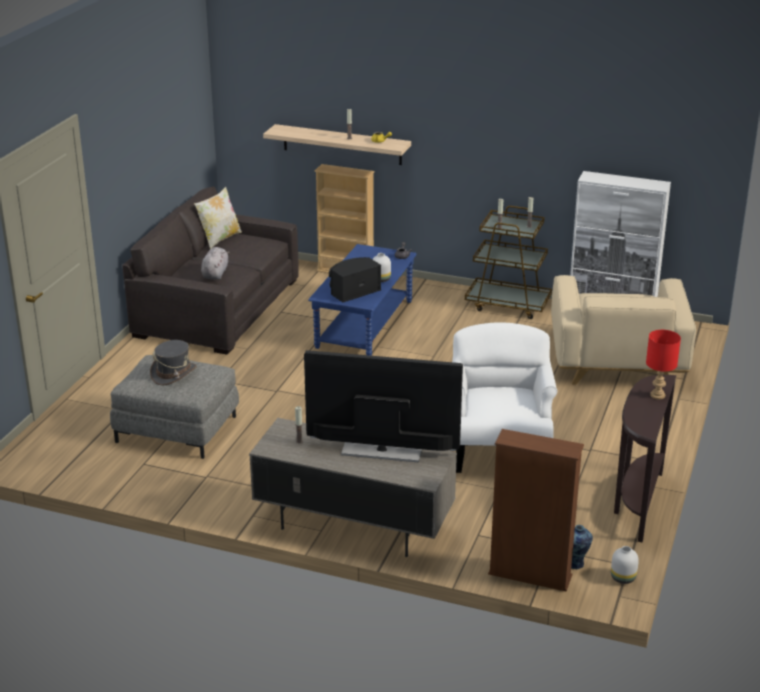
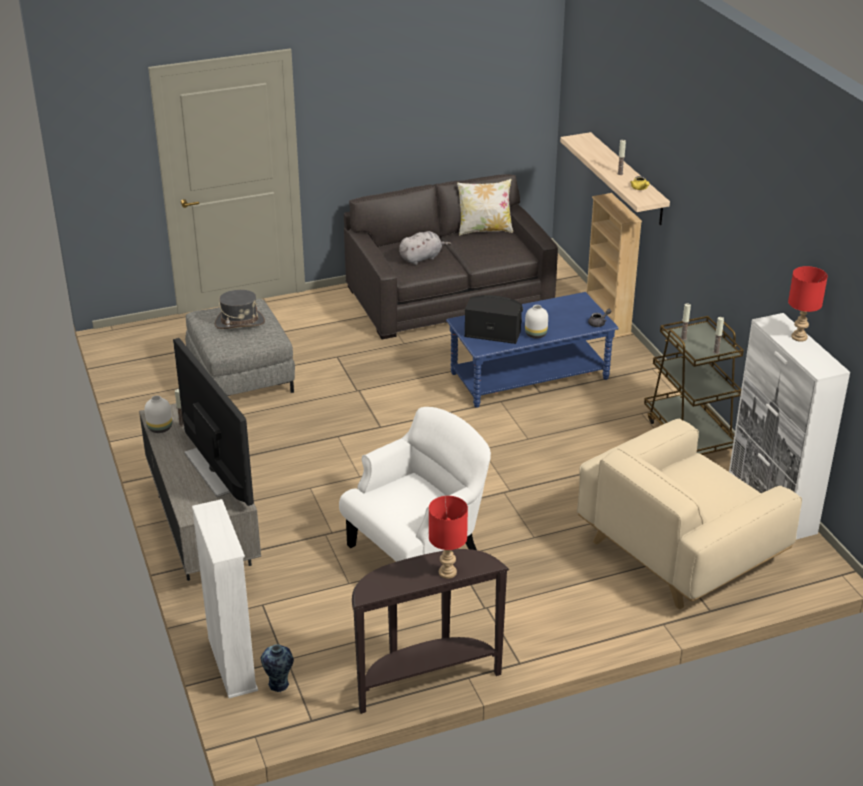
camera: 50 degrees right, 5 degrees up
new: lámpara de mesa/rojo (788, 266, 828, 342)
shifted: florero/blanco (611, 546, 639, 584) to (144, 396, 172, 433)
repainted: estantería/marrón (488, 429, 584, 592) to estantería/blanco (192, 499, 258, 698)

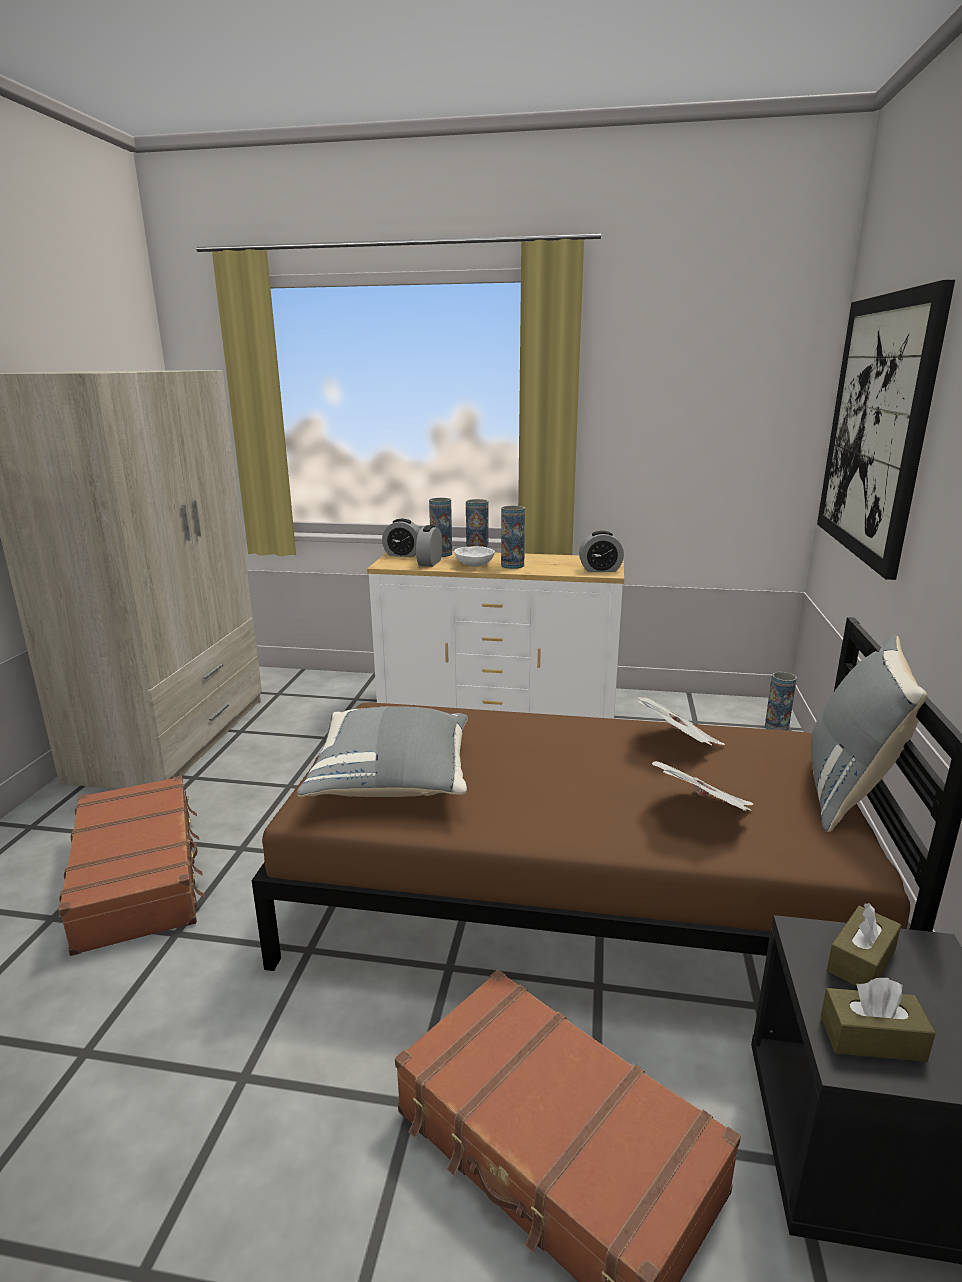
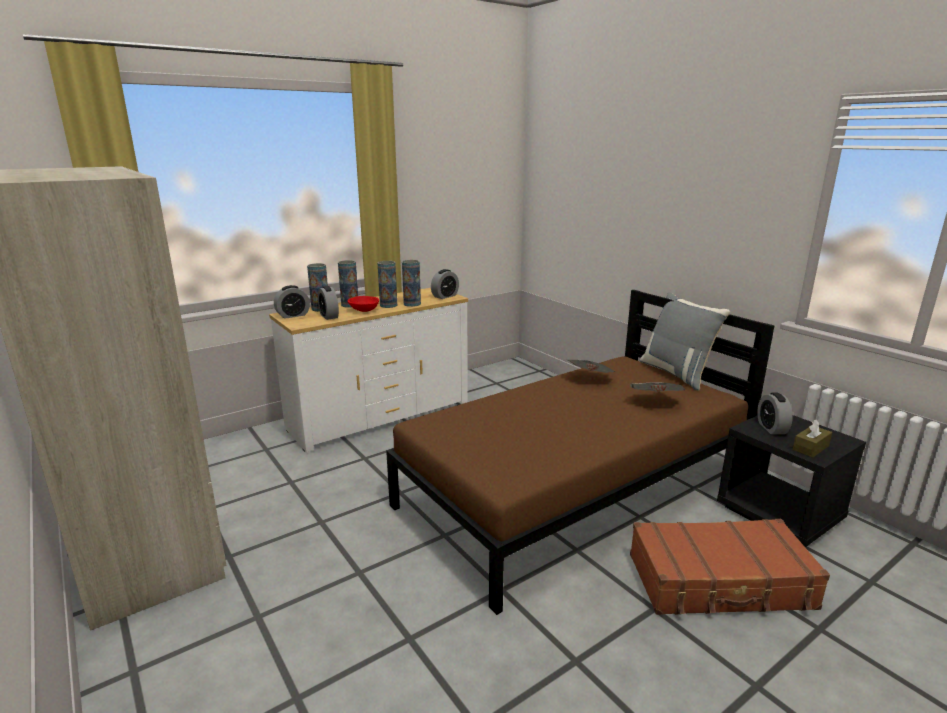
camera: 45 degrees left, 0 degrees up
gone: maleta/marrón (58, 776, 205, 956); cojín/gris (297, 706, 468, 798); cuadro (817, 280, 955, 580)
shifted: florero (765, 672, 797, 731) to (402, 260, 421, 307)
swapped: caja de pañuelos/marrón (827, 903, 901, 986) to despertador (758, 392, 793, 434)
repainted: cuenco/blanco (454, 546, 495, 567) to cuenco/rojo (347, 296, 379, 312)

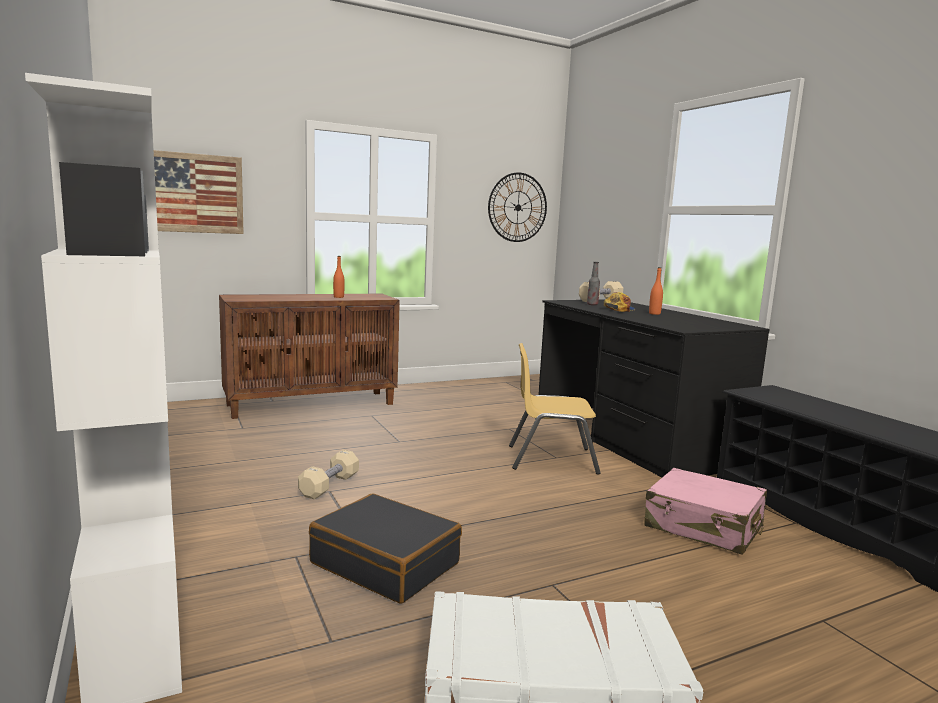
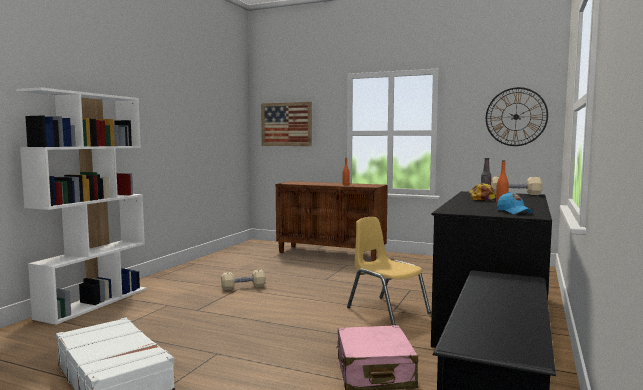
camera: 50 degrees right, 5 degrees down
gone: maleta/negro (309, 493, 462, 604)
new: gorra/azul (497, 192, 533, 214)

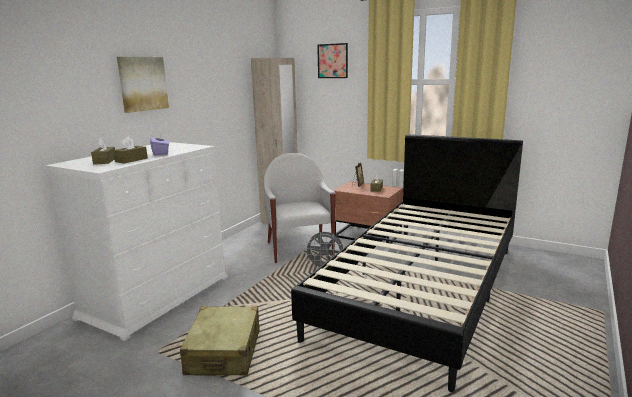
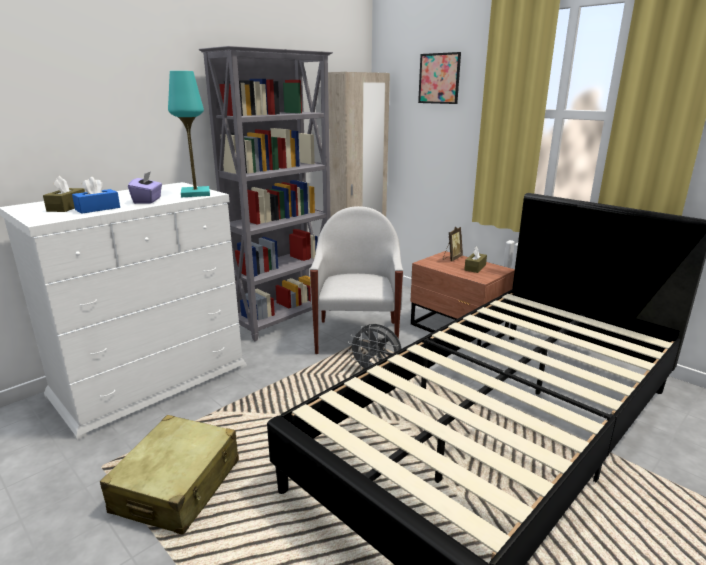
camera: 15 degrees right, 5 degrees up
gone: cuadro (117, 57, 169, 113)
new: lámpara de mesa/turquesa (168, 71, 210, 197); estantería/gris (199, 46, 333, 341)
repainted: caja de pañuelos/marrón (113, 136, 148, 164) to caja de pañuelos/azul (72, 177, 120, 214)

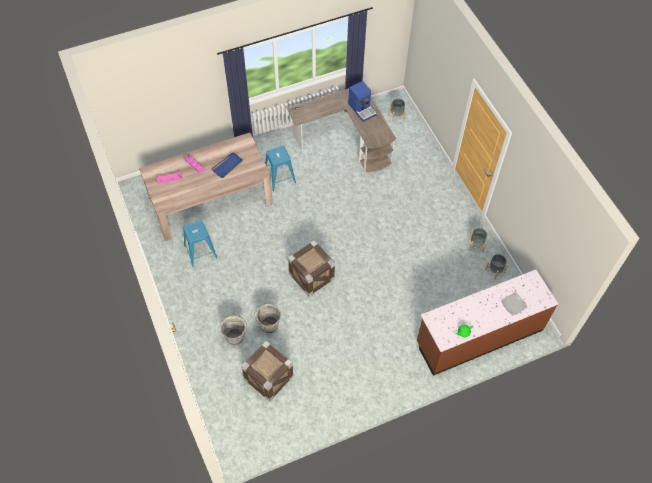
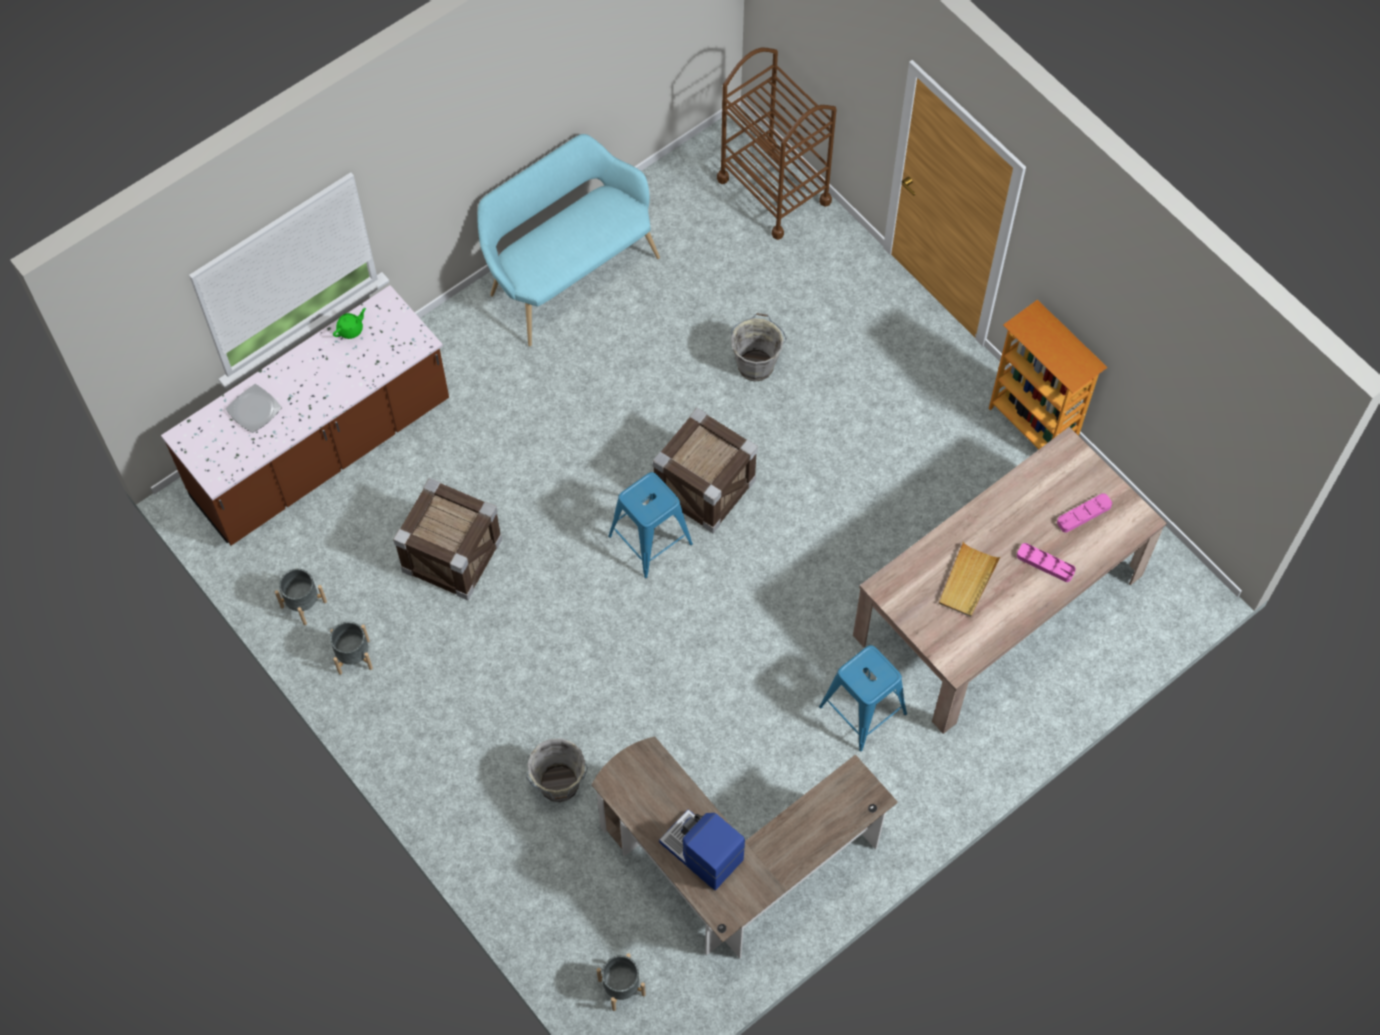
camera: 165 degrees right, 5 degrees up
new: banco/turquesa (477, 134, 660, 346); carrito/marrón (717, 47, 837, 240); estantería (989, 300, 1108, 450)
shifted: taburete/azul (183, 220, 217, 267) to (608, 472, 693, 578); cubo/gris (220, 313, 247, 345) to (526, 738, 588, 802); caja de embalaje (241, 341, 294, 402) to (393, 478, 502, 600)
repainted: bandeja/azul (212, 153, 243, 178) to bandeja/beis (938, 542, 1000, 617)

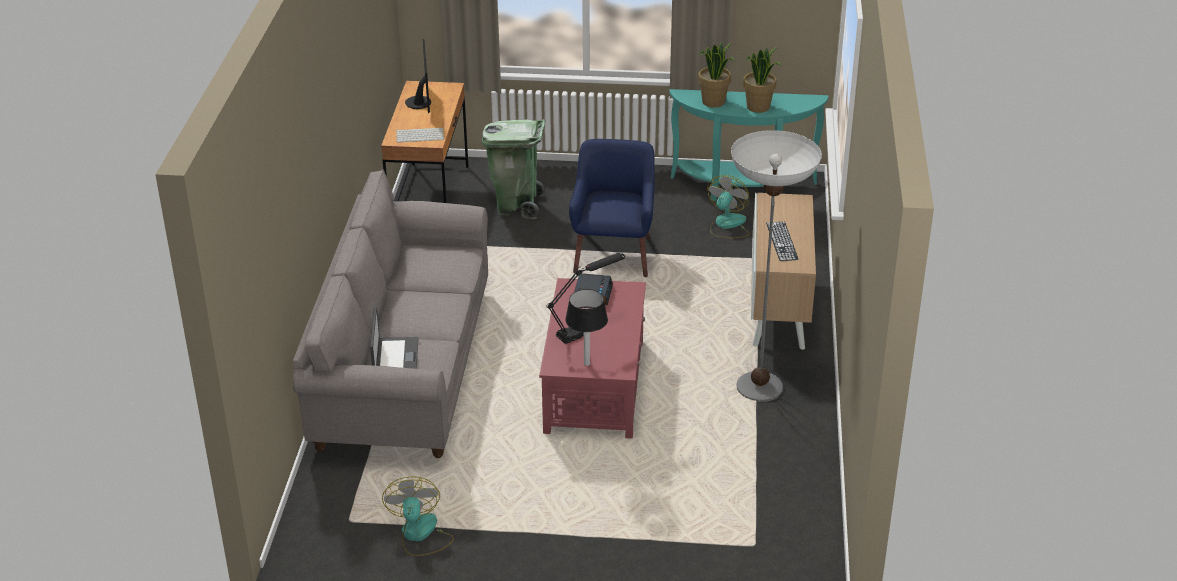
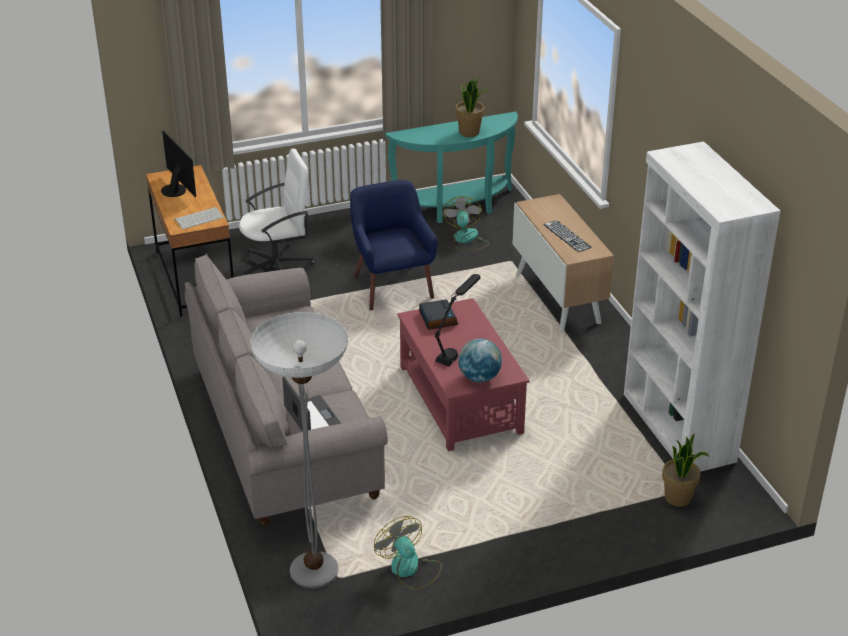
camera: 25 degrees left, 0 degrees up
new: estantería/blanco (624, 141, 780, 472)
shifted: planta en maceta (698, 42, 734, 108) to (662, 433, 709, 507); lámpara de pie (731, 130, 822, 402) to (250, 312, 348, 588)
swapped: papelera/verde (482, 119, 546, 219) to silla de oficina/blanco (239, 149, 315, 275); lámpara de mesa (565, 289, 608, 366) to globo terráqueo (458, 339, 502, 382)

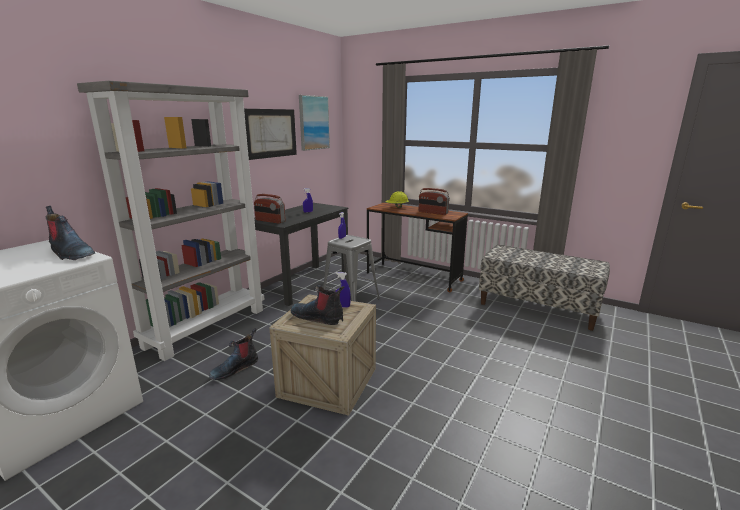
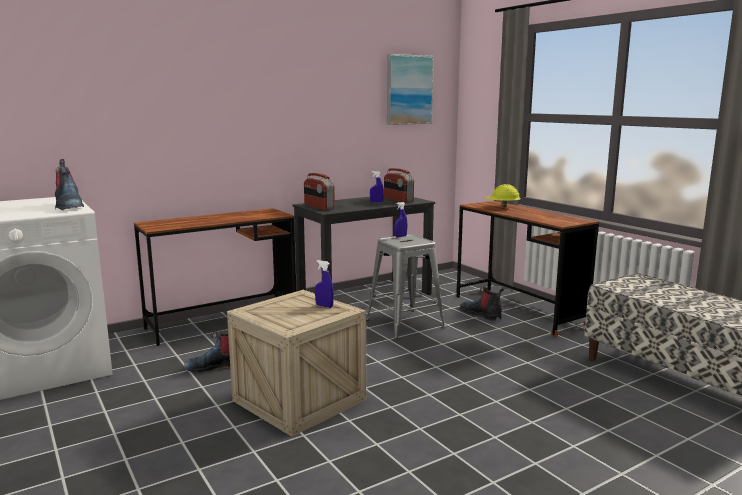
camera: 25 degrees right, 5 degrees down
gone: cuadro (244, 109, 297, 160)
shifted: bota (291, 285, 344, 325) to (460, 287, 504, 321); radio (418, 188, 450, 215) to (384, 168, 414, 203)
swapped: estantería/gris (77, 81, 265, 361) to escritorio/marrón (134, 208, 296, 346)

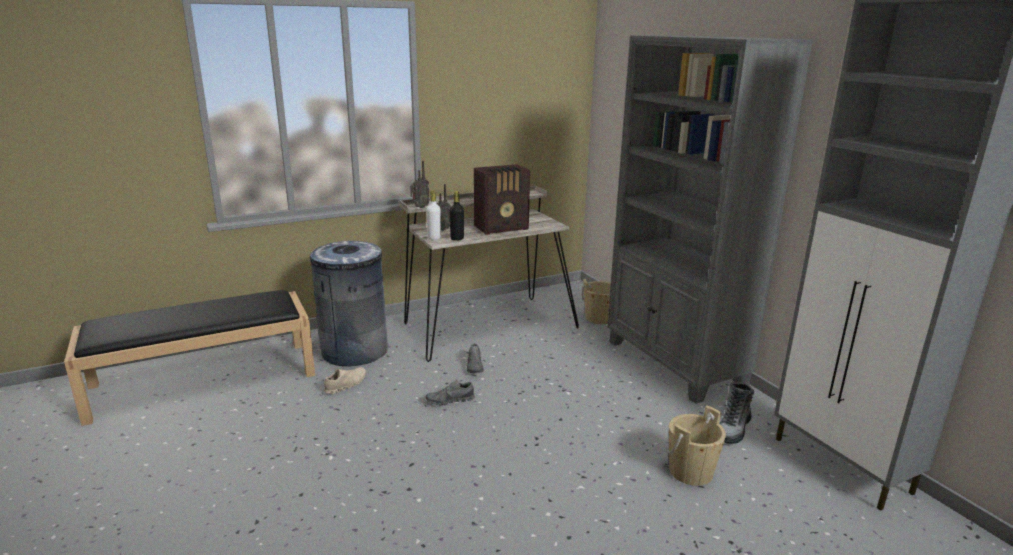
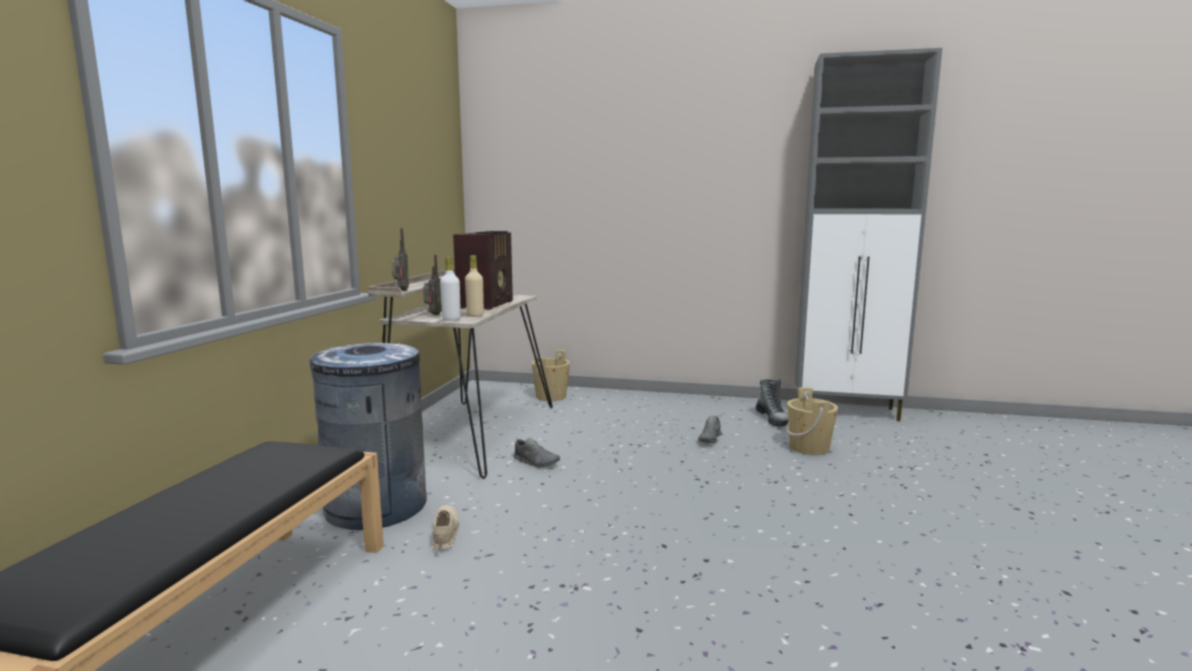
camera: 50 degrees left, 10 degrees down
gone: estantería/gris (607, 35, 813, 404)
shifted: zapato/gris (426, 380, 475, 406) to (698, 416, 721, 443)
repainted: botella/negro (449, 191, 464, 241) to botella/beis (465, 255, 484, 317)

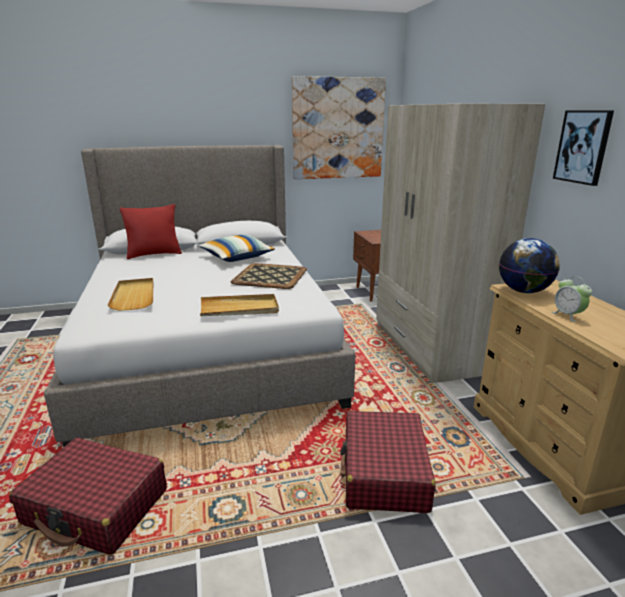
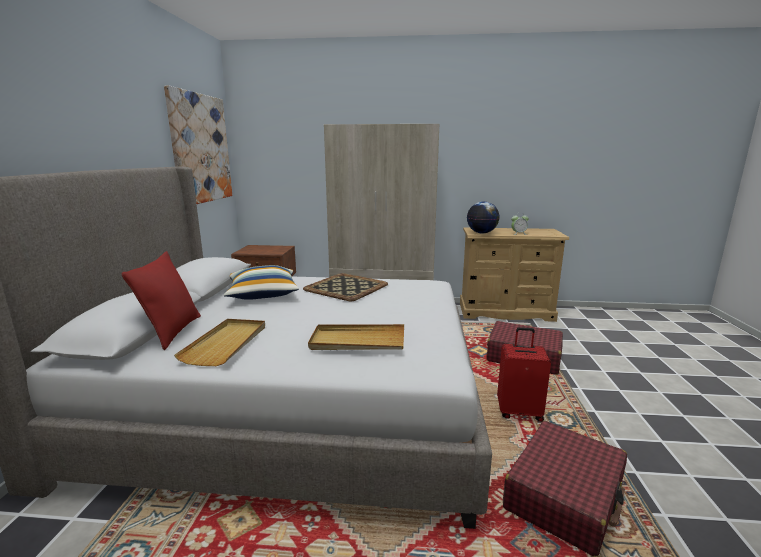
camera: 70 degrees left, 5 degrees down
gone: cuadro (553, 110, 614, 186)
new: maleta/rojo (497, 327, 551, 422)
shifted: bandeja/beis (200, 294, 279, 316) to (174, 319, 265, 366)

